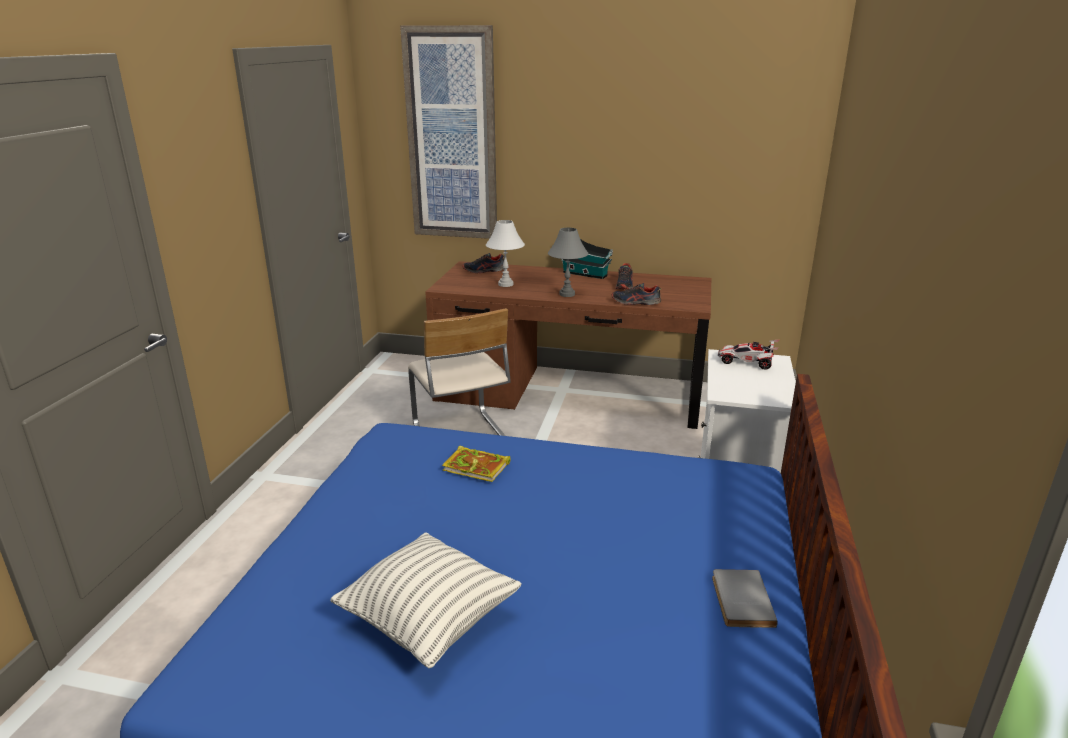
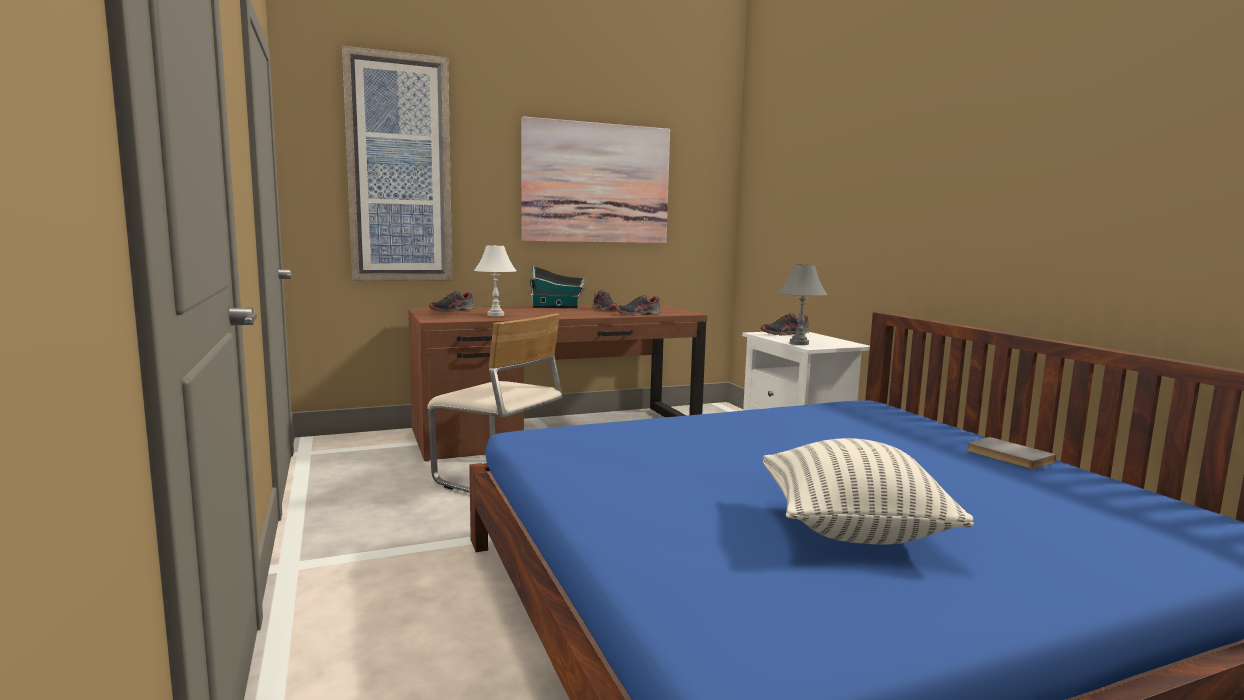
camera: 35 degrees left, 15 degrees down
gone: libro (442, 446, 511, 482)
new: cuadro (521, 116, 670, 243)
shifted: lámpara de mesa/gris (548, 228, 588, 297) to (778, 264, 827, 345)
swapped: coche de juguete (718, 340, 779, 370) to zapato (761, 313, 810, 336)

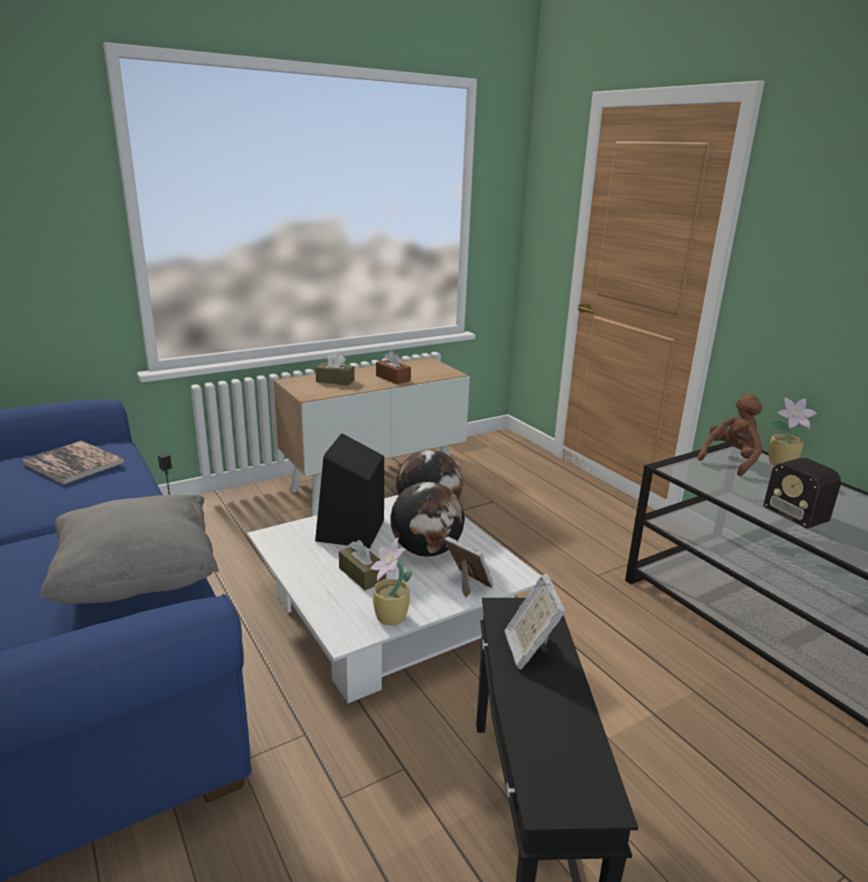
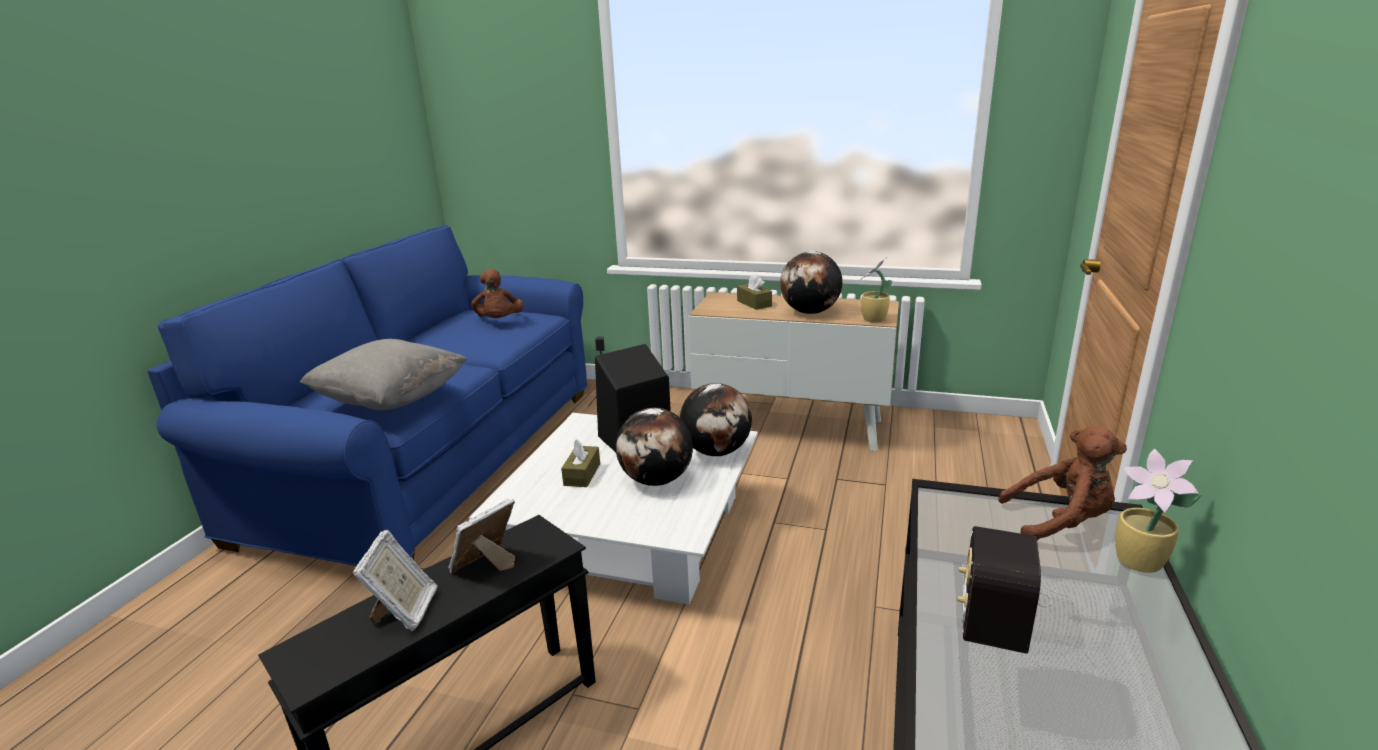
camera: 50 degrees right, 0 degrees up
shifted: planta en maceta (371, 537, 412, 626) to (860, 257, 892, 323); portarretratos (444, 536, 494, 597) to (353, 530, 438, 631)
swapped: libro (22, 441, 125, 485) to peluche/marrón (471, 269, 524, 318); caja de pañuelos/marrón (376, 351, 411, 384) to globo terráqueo (780, 251, 842, 314)

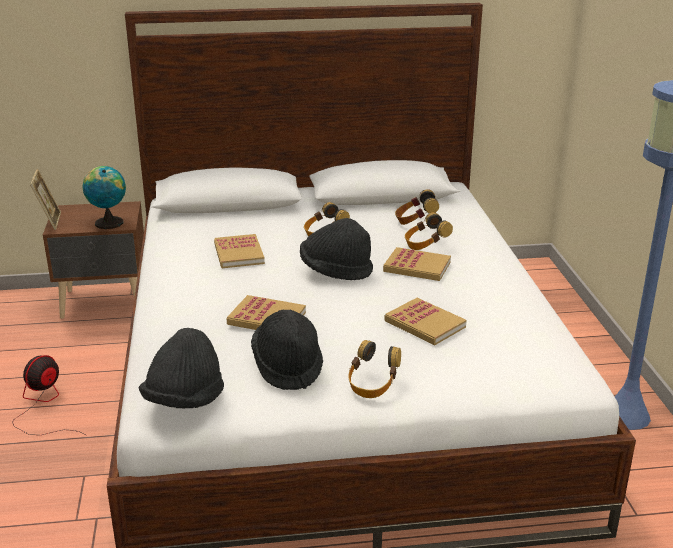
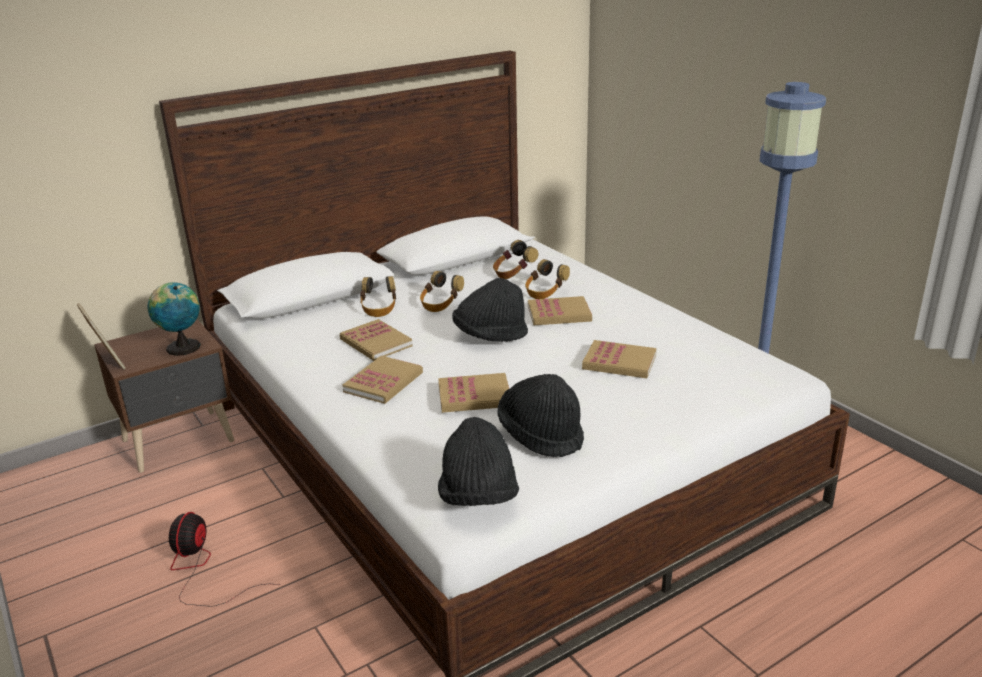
camera: 25 degrees left, 0 degrees up
new: libro (343, 356, 423, 404)
shifted: auriculares (349, 340, 401, 398) to (360, 276, 396, 317)

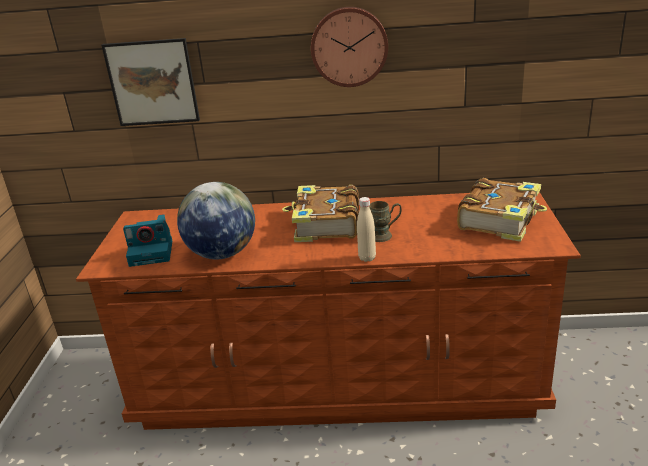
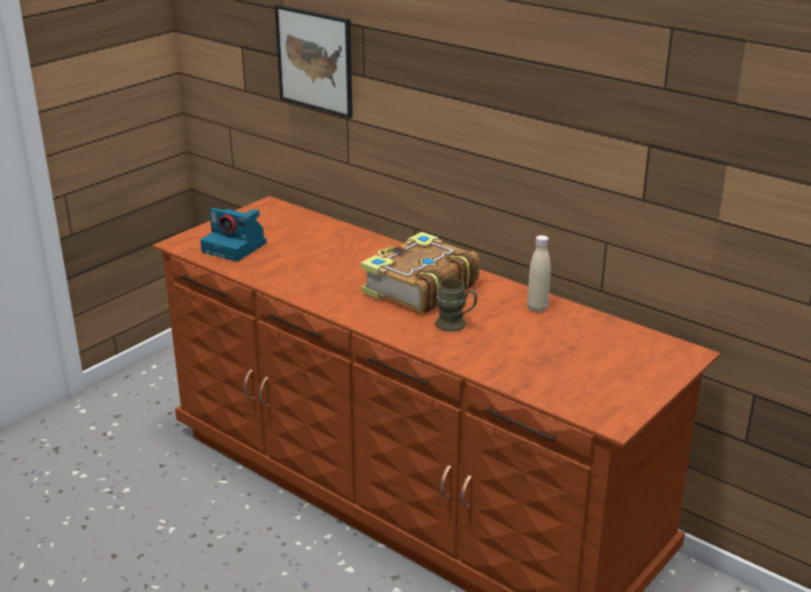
camera: 35 degrees right, 0 degrees up
gone: globo terráqueo (177, 182, 255, 259); reloj de pared (311, 7, 388, 87); libro (457, 178, 547, 242)
shifted: botella/beis (357, 197, 376, 262) to (527, 235, 551, 312)

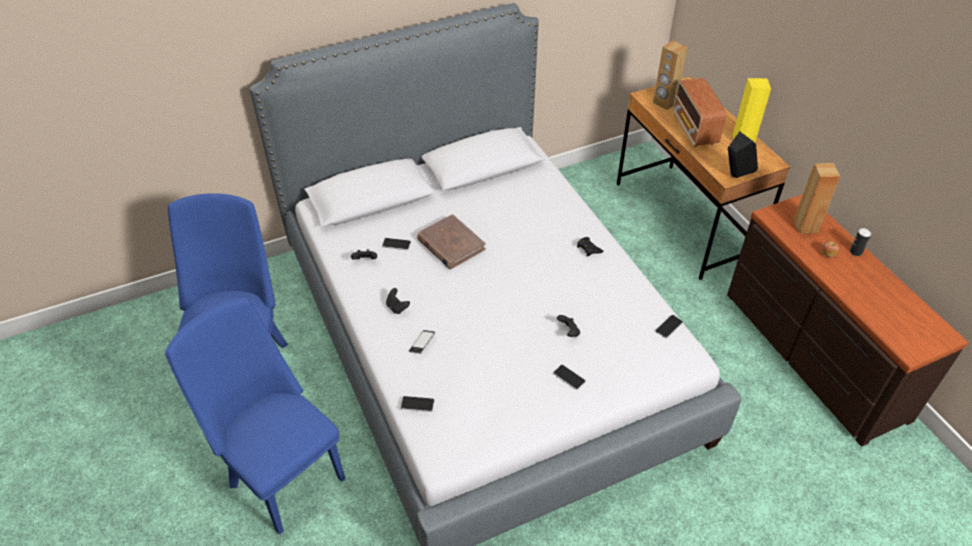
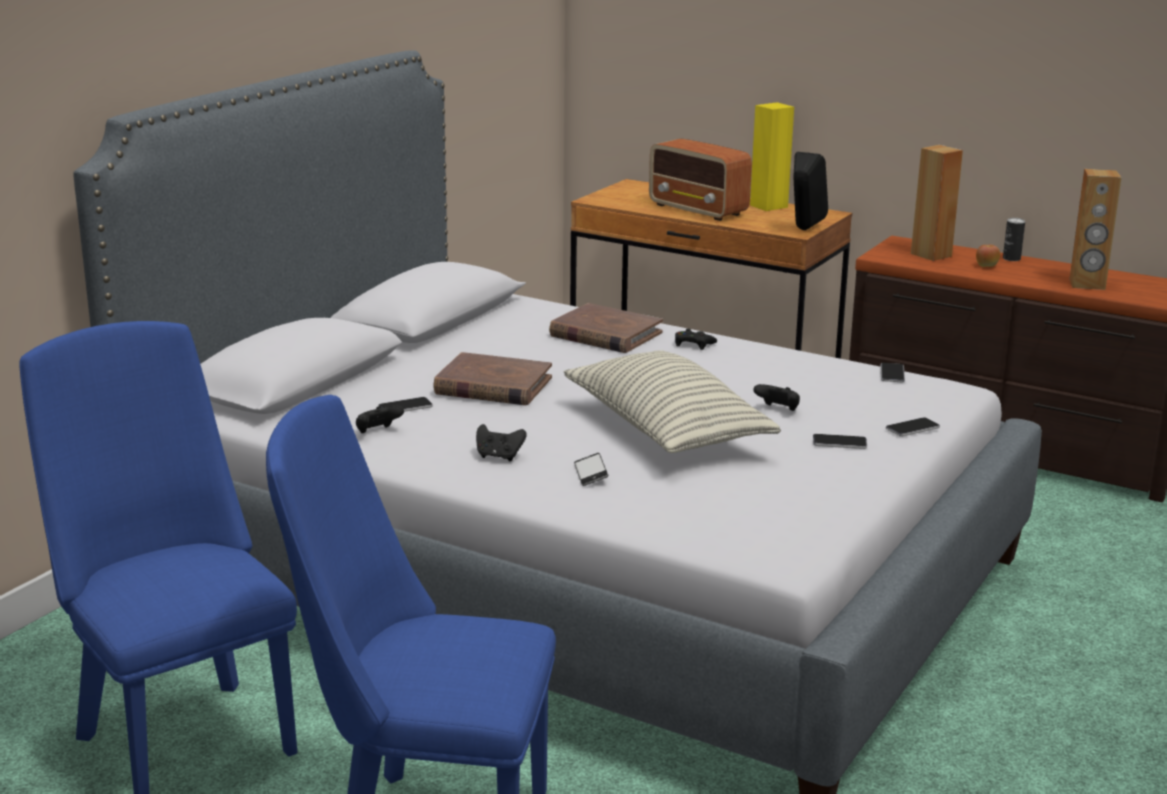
camera: 35 degrees left, 25 degrees down
new: libro/marrón (549, 303, 663, 353); cojín (564, 350, 781, 453)
shifted: móvil (401, 396, 435, 412) to (886, 417, 940, 437); altavoz/marrón (653, 40, 687, 110) to (1069, 169, 1122, 290)

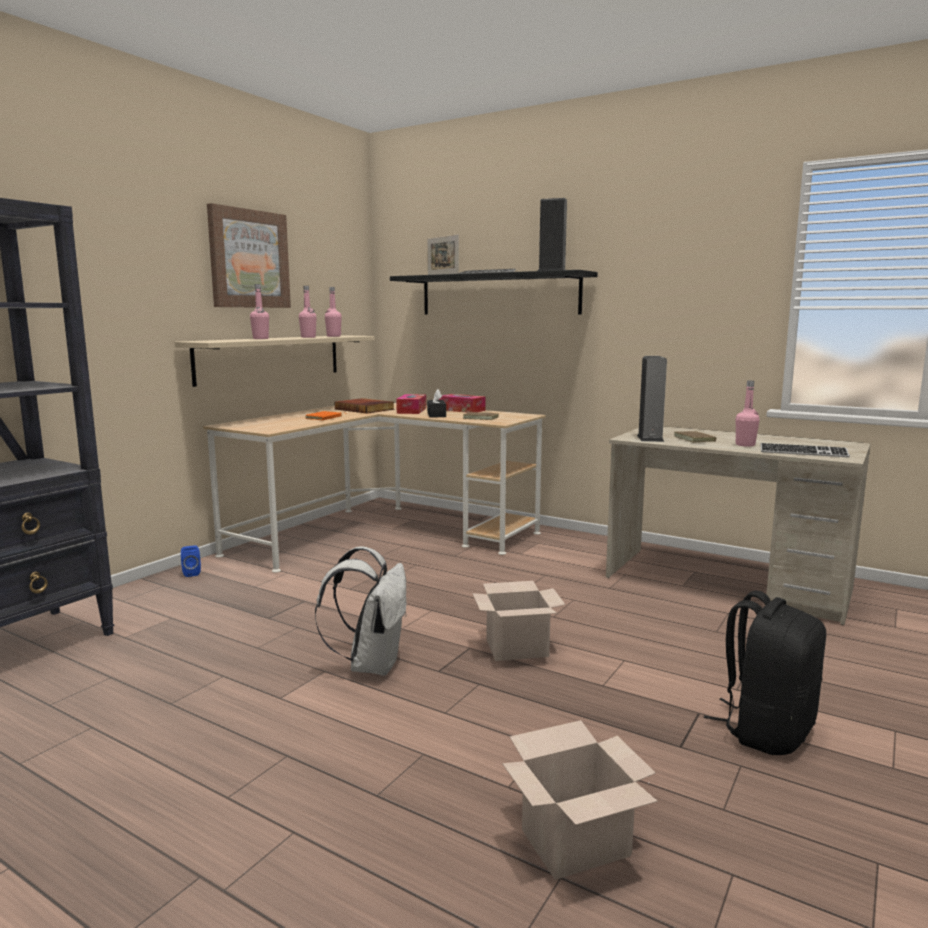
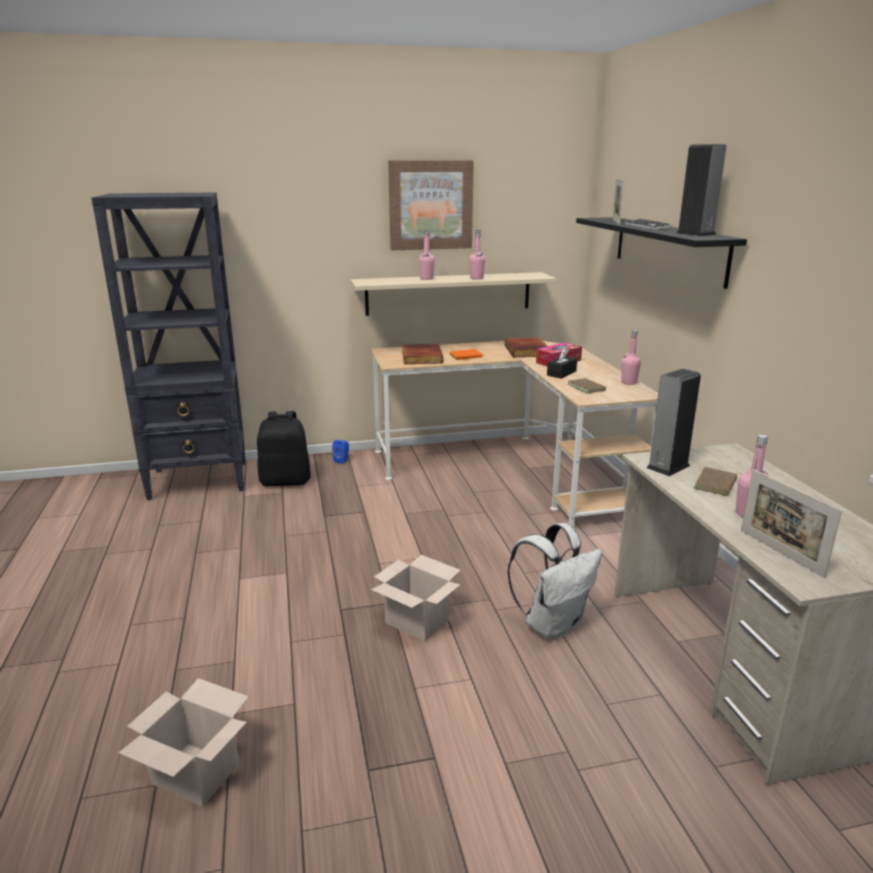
camera: 45 degrees right, 10 degrees up
gone: caja de pañuelos (439, 394, 486, 413)
new: libro (402, 344, 443, 364)
shifted: mochila/blanco (315, 546, 407, 676) to (508, 523, 602, 640); botella/rosa (325, 287, 342, 337) to (621, 330, 641, 385); mochila/negro (704, 590, 826, 755) to (257, 411, 311, 486)
swapped: teclado (760, 443, 850, 457) to portarretratos (741, 469, 842, 578)

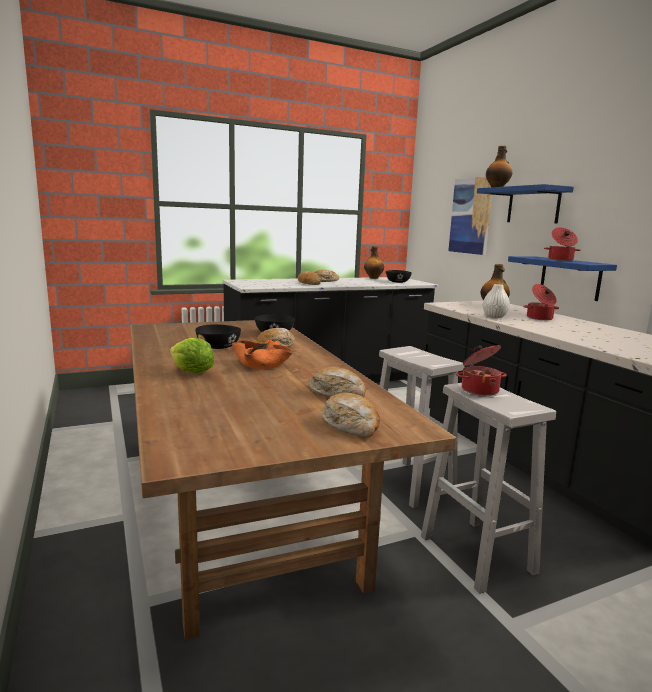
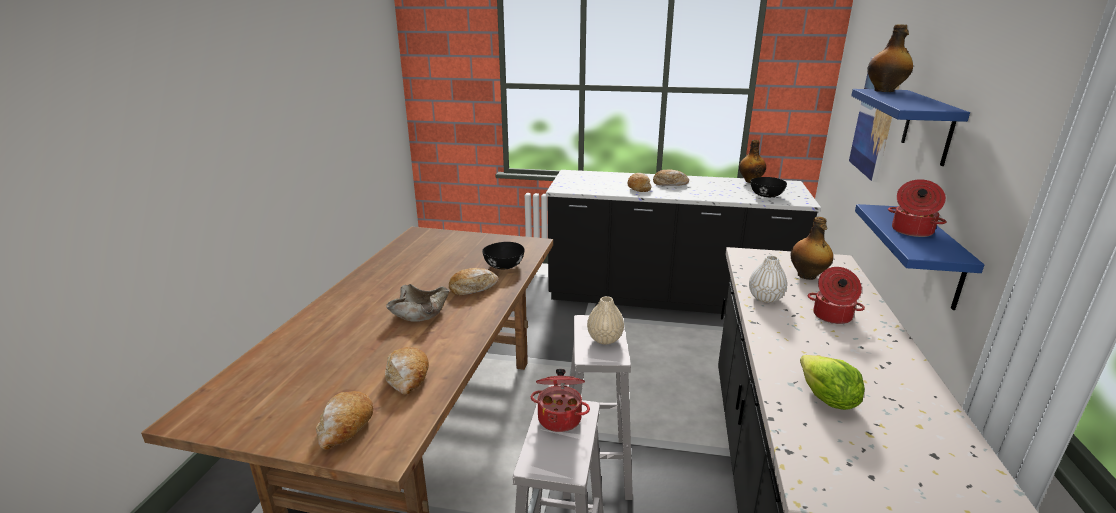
camera: 35 degrees right, 10 degrees up
gone: cuenco/negro (195, 324, 241, 349)
new: florero/beis (587, 296, 624, 344)
shifted: lechuga (170, 337, 214, 373) to (800, 355, 865, 410)
repainted: cuenco/naranja (232, 340, 293, 369) to cuenco/beis (386, 284, 449, 322)

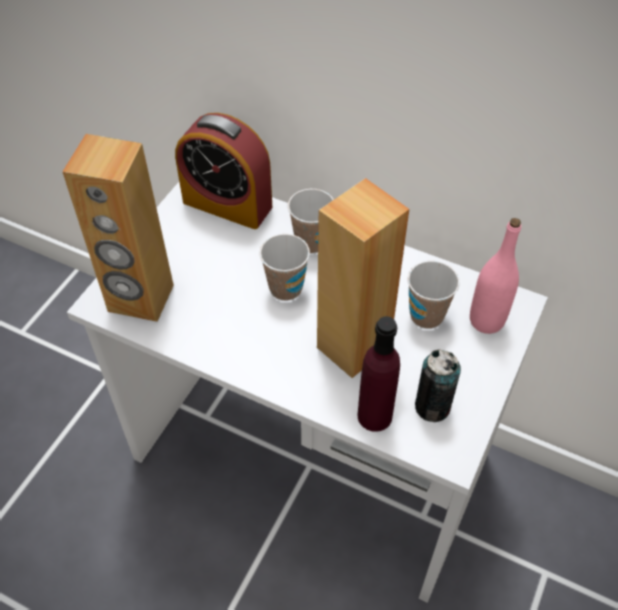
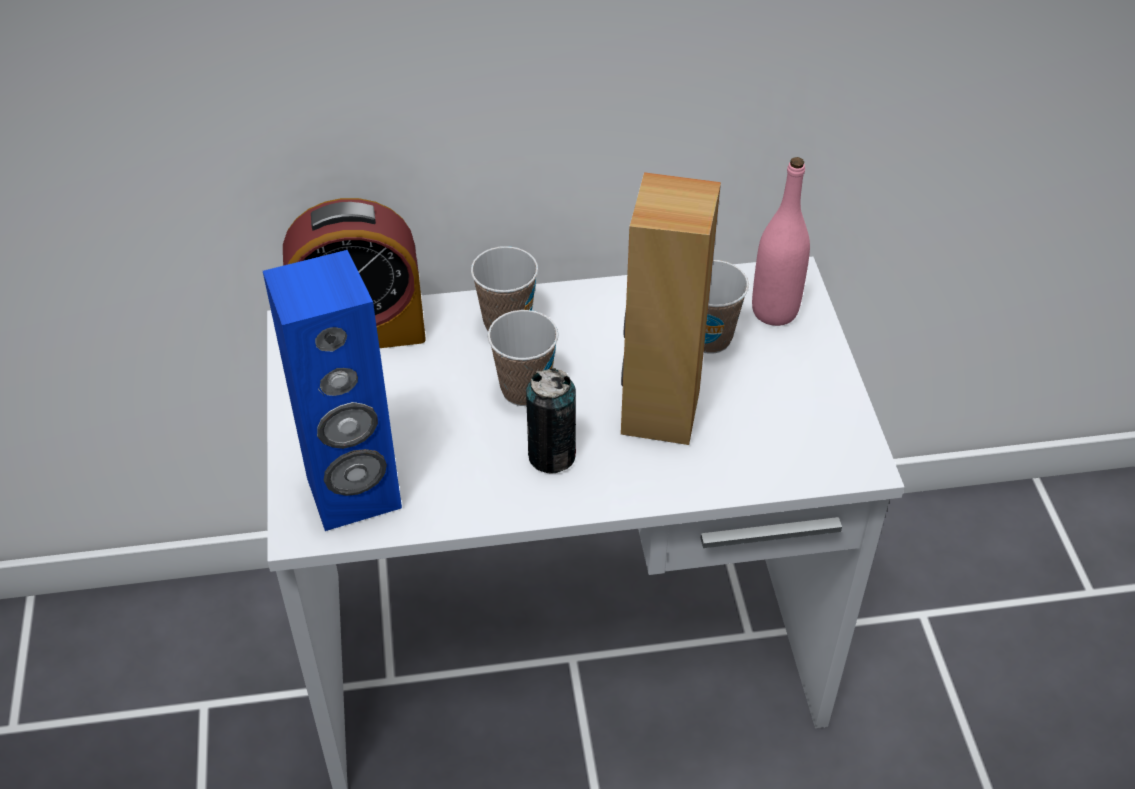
camera: 35 degrees left, 5 degrees down
gone: botella/morado (358, 316, 400, 432)
shifted: lata (415, 349, 461, 422) to (526, 368, 576, 474)
repainted: altavoz/marrón (62, 134, 174, 322) to altavoz/azul (263, 250, 402, 531)

